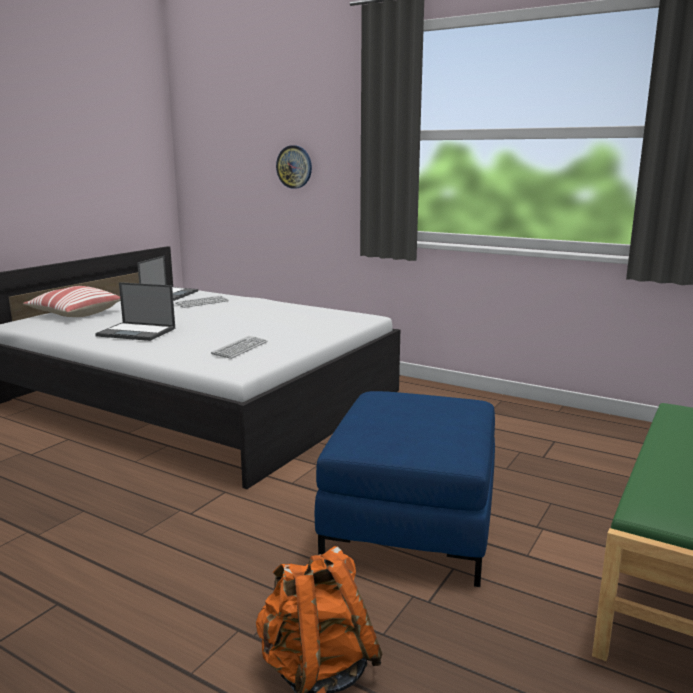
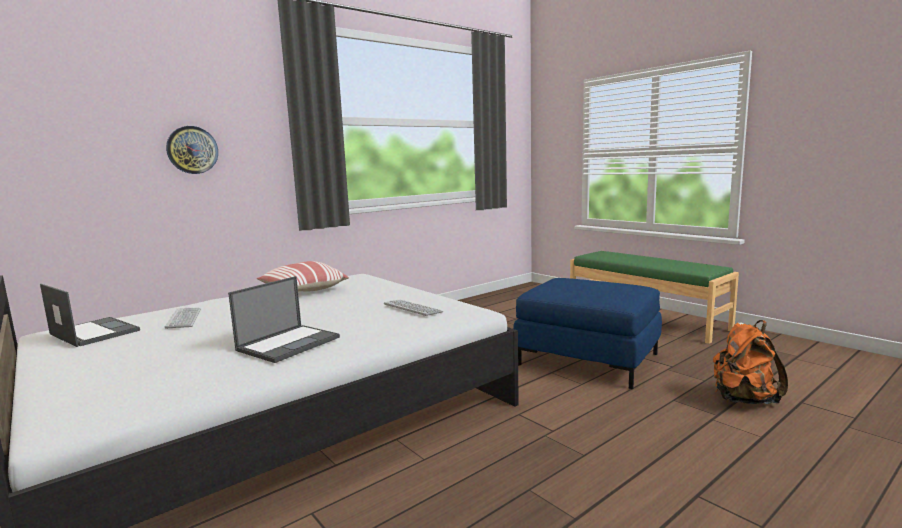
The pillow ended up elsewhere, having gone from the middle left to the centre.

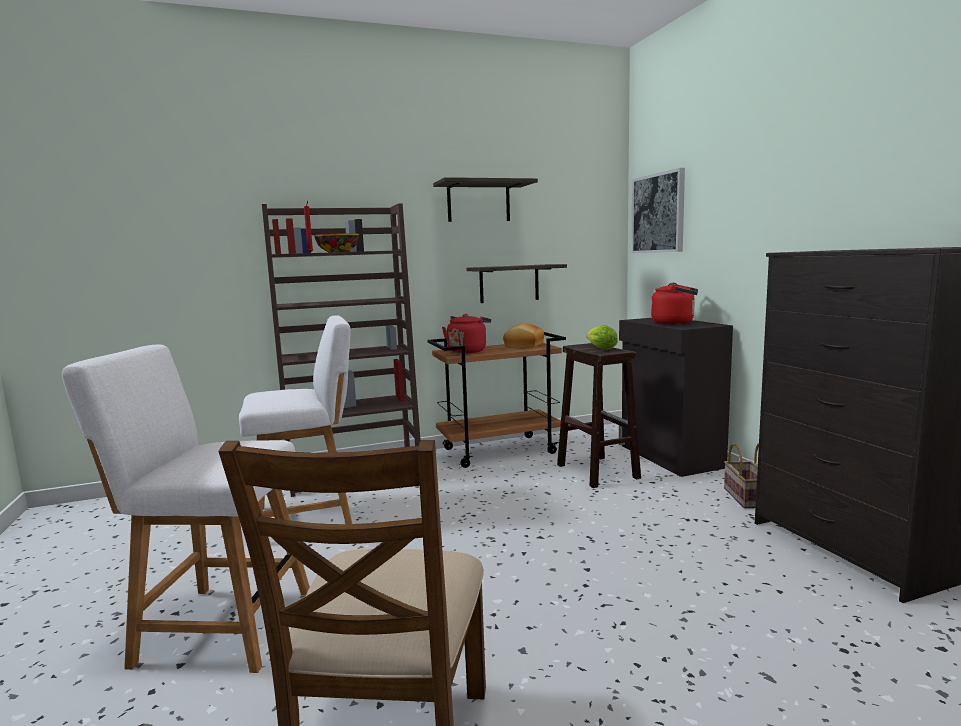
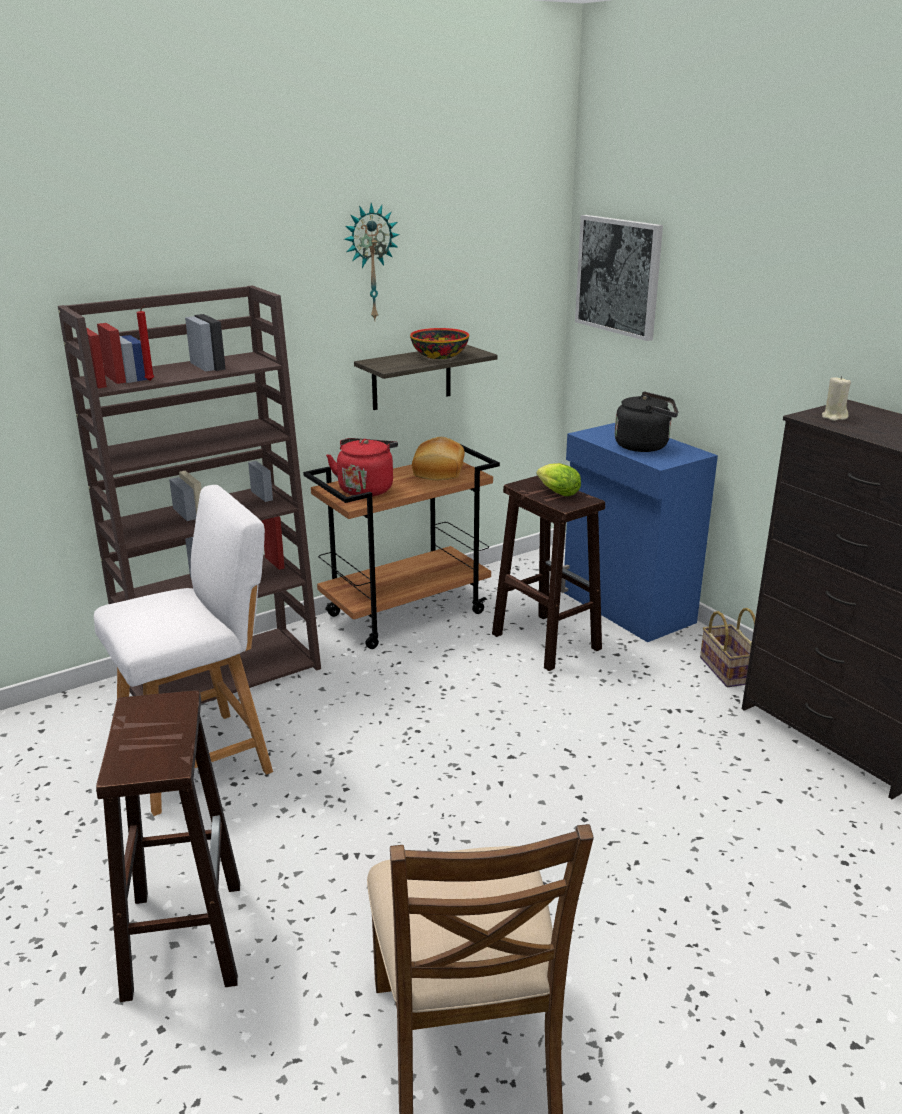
Where the chair/white (no. 1 from left) stood at the bottom left, the stool seat/brownish (no. 1 from left) came to stand at the bottom left.
Where the shelf (no. 1 from left) hung at the top centre, the hanging clock came to hang at the top centre.
The bowl ended up elsewhere, having gone from the centre to the top centre.
What was the storage cabinet/black-coloured at the middle right turned into the storage cabinet/blue-coloured at the middle right.
What was the kettle/reddish (no. 2 from left) at the middle right turned into the kettle/black-coloured at the middle right.
The second view gained the candle/beige at the middle right.

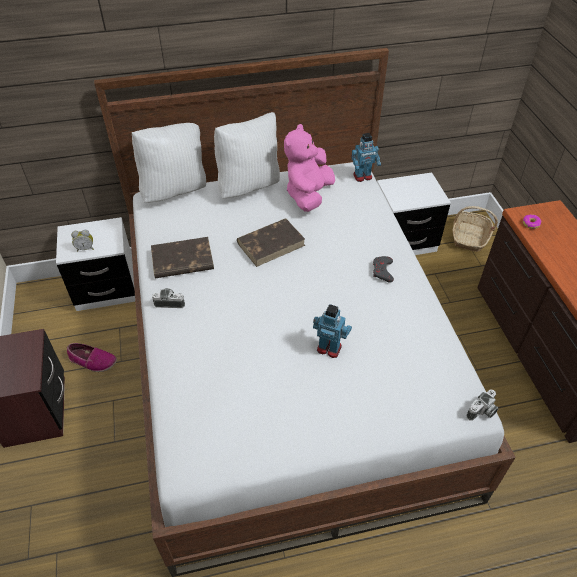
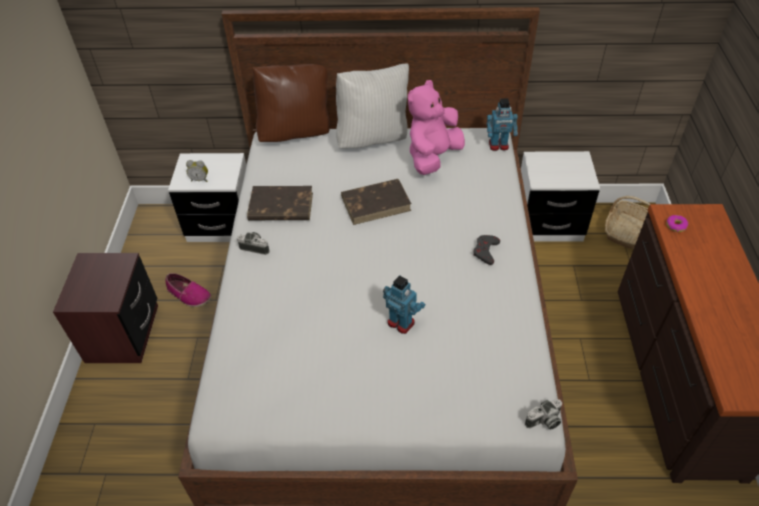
What was the pillow/white (no. 1 from left) at the top left turned into the pillow/brownish at the top centre.

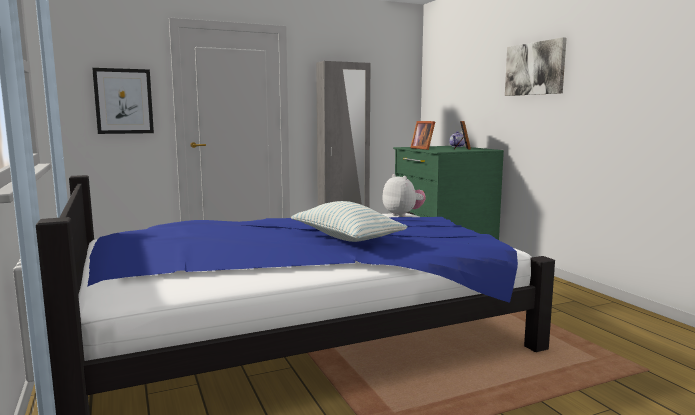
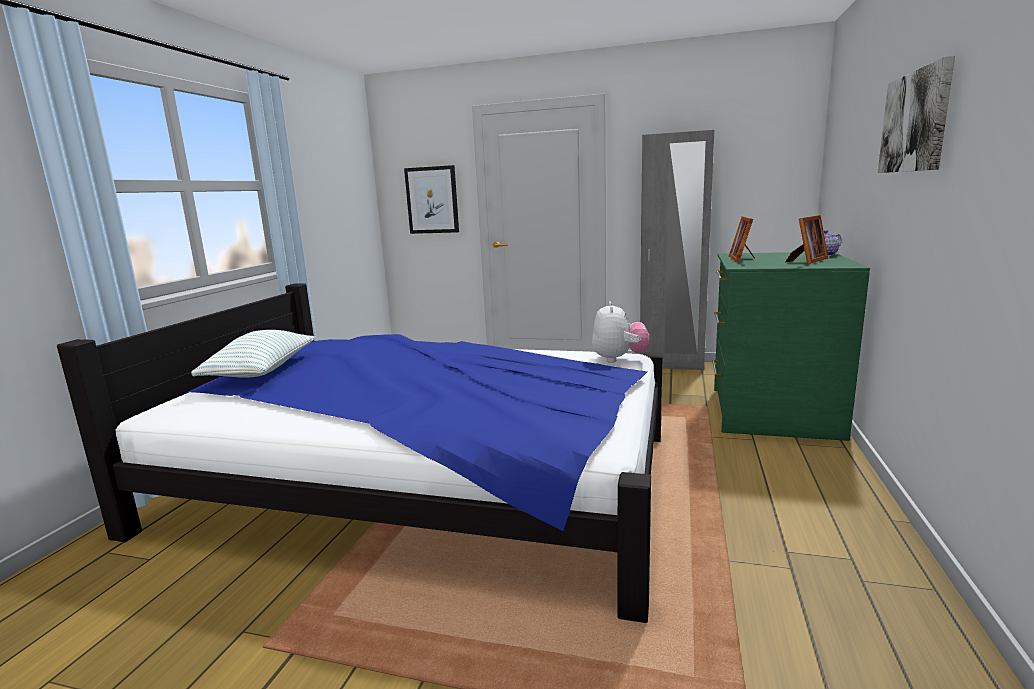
The pillow ended up elsewhere, having gone from the centre to the middle left.

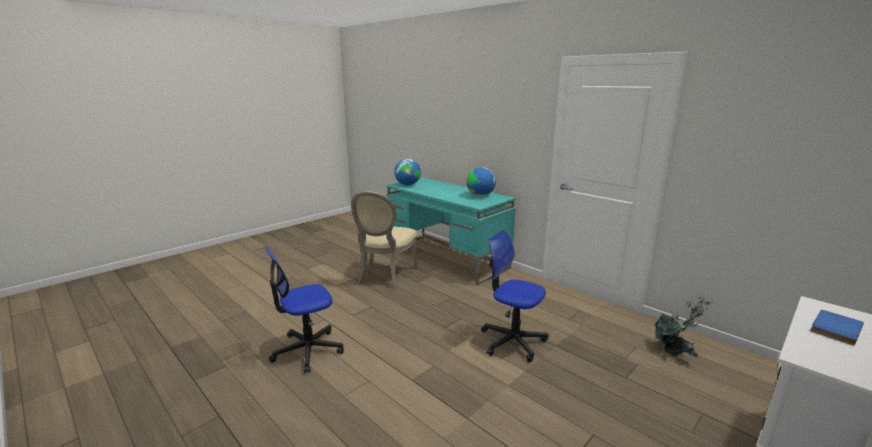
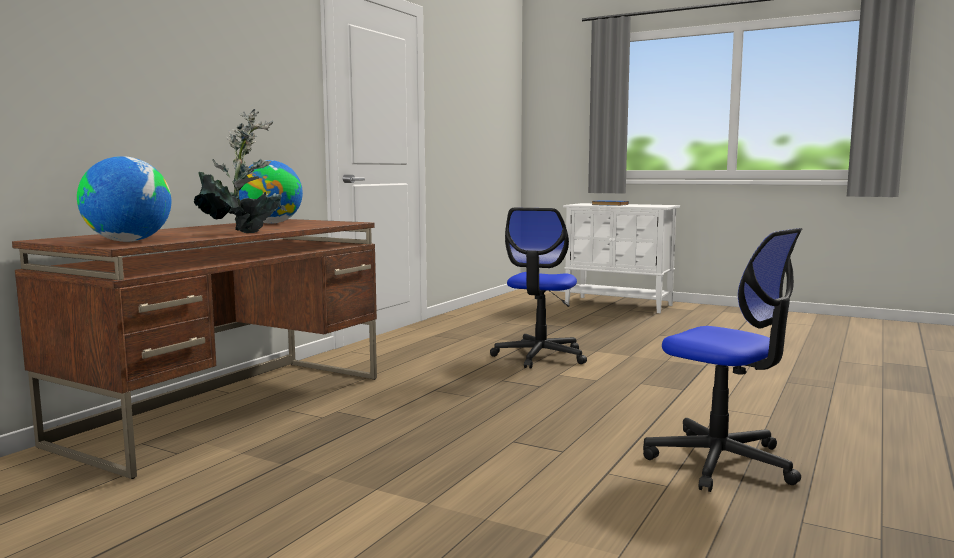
What was the desk unit/turquoise at the centre turned into the desk unit/brownish at the middle left.
The plant in a pot ended up elsewhere, having gone from the bottom right to the top left.
The second view lost the chair/beige at the centre.

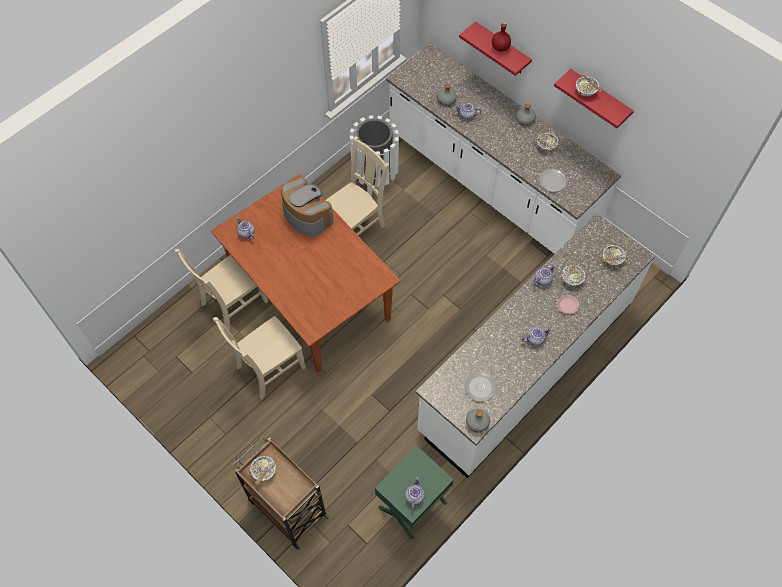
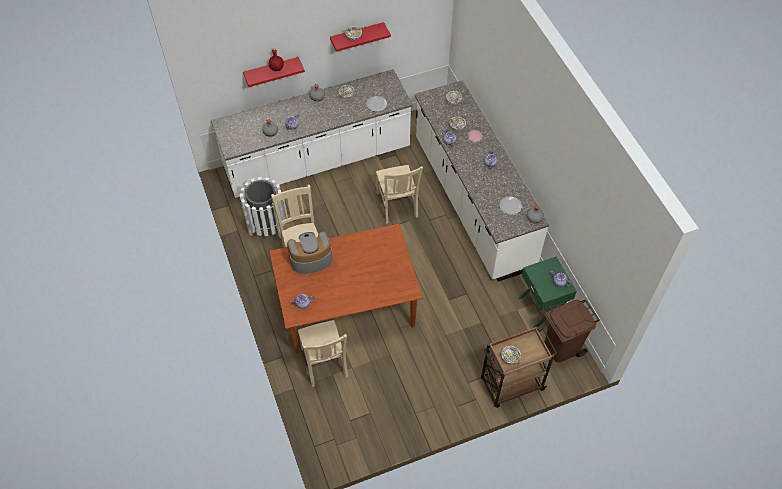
The chair/beige (no. 2 from left in the first image) ended up elsewhere, having gone from the middle left to the centre.
The second view gained the waste bin/brownish at the bottom right.

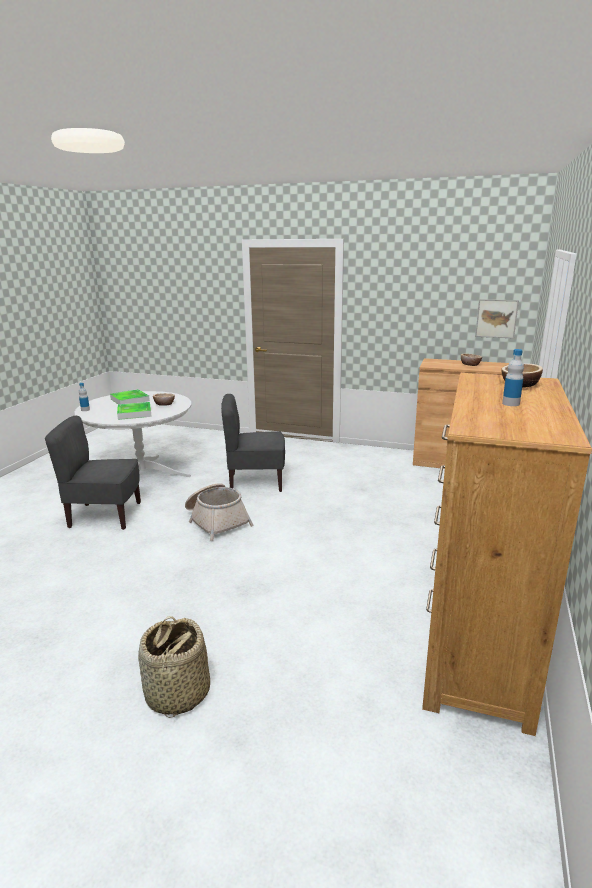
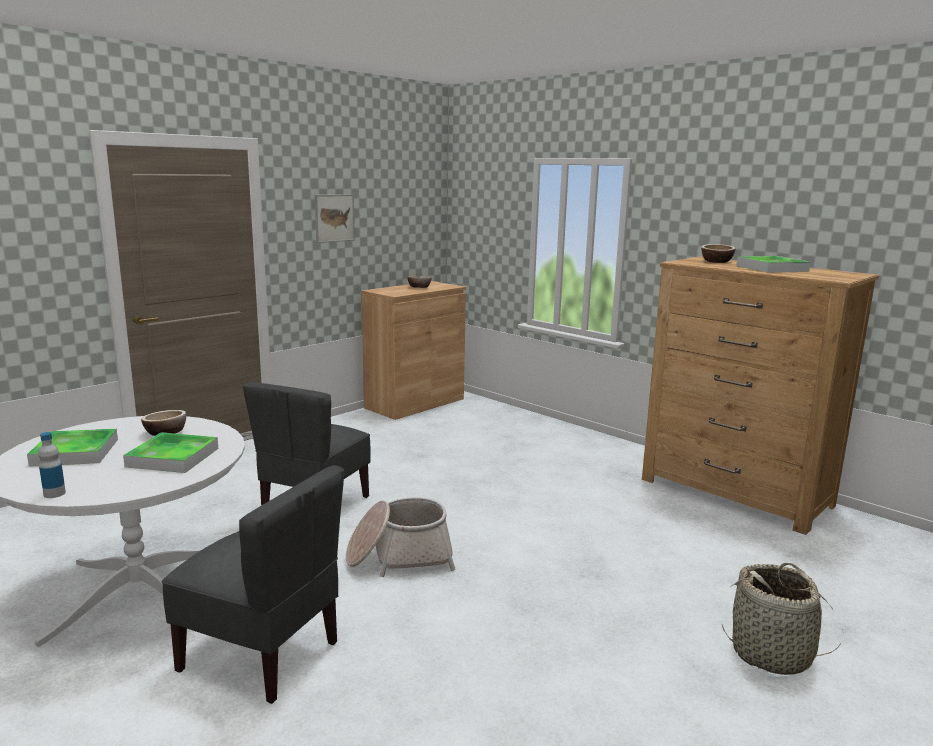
The chair/grey (no. 1 from left) at the middle left ended up facing another way, 90 degrees counterclockwise from before.
The wall picture ended up elsewhere, having gone from the middle right to the top centre.
Where the drink bottle (no. 2 from left) stood at the middle right, the tray (no. 3 from left) came to stand at the middle right.

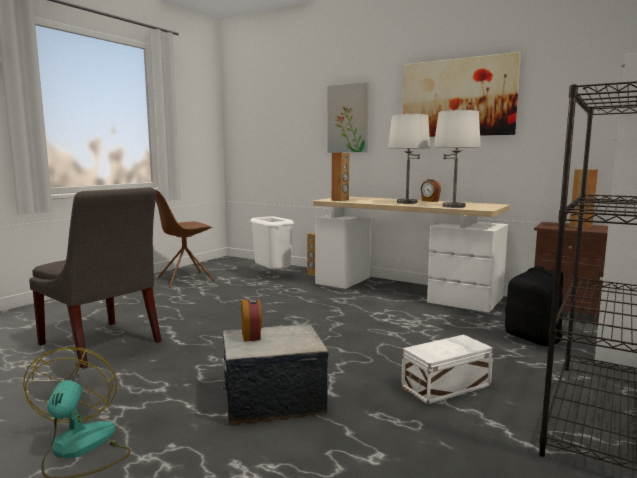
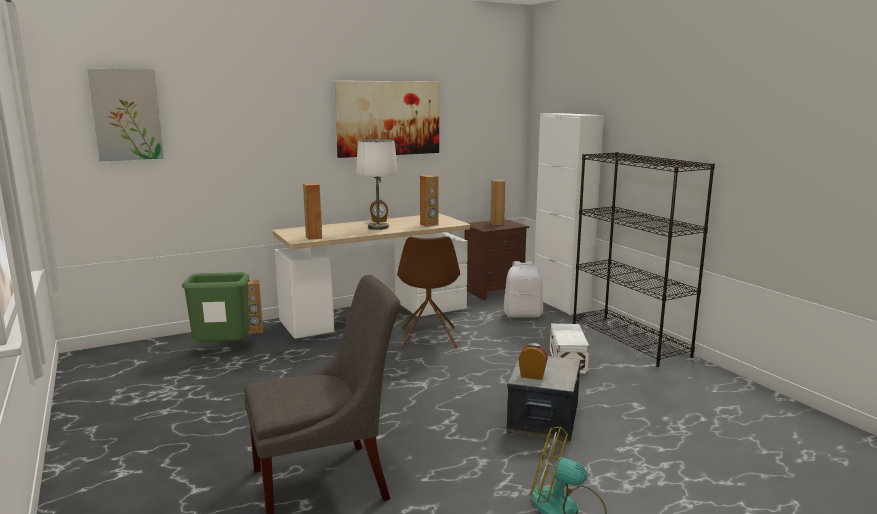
The wall picture (no. 1 from left) ended up elsewhere, having gone from the top centre to the top left.
What was the waste bin/white at the centre turned into the waste bin/green at the middle left.
The chair/brownish ended up elsewhere, having gone from the middle left to the centre.
Where the lamp for a table/white (no. 2 from left) stood at the top right, the audio speaker/brownish (no. 3 from left) came to stand at the centre.
What was the rucksack/black-coloured at the middle right turned into the rucksack/white at the centre.

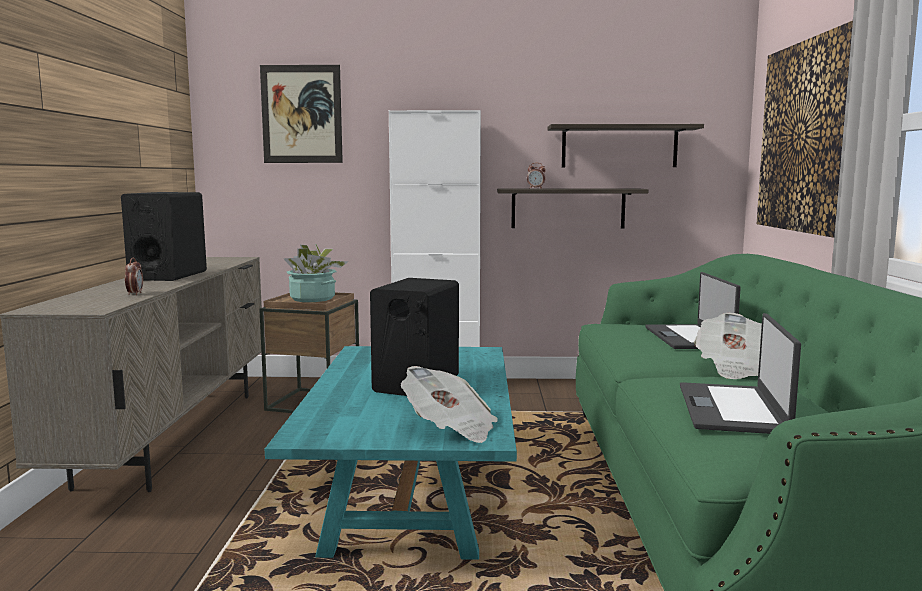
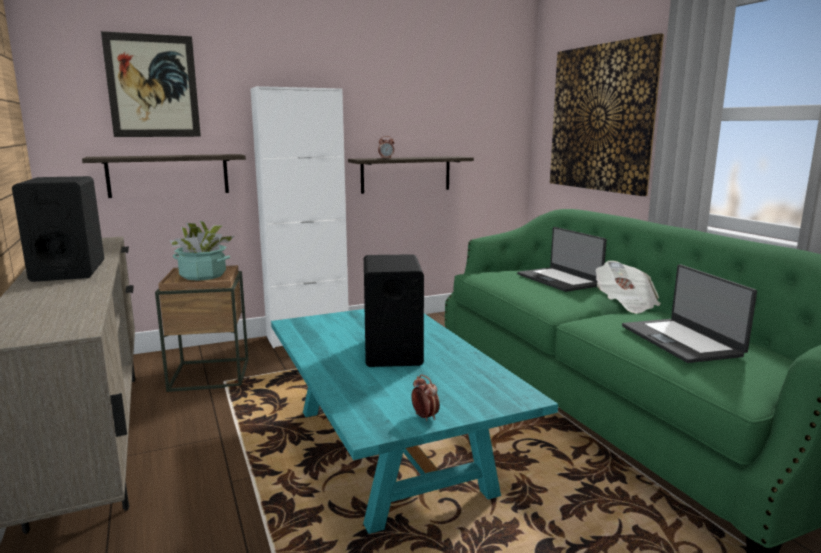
The shelf (no. 2 from left in the first image) ended up elsewhere, having gone from the top right to the top left.
The bedside clock (no. 1 from left in the first image) ended up elsewhere, having gone from the middle left to the bottom centre.
The second view lost the printed paper (no. 1 from left) at the bottom centre.

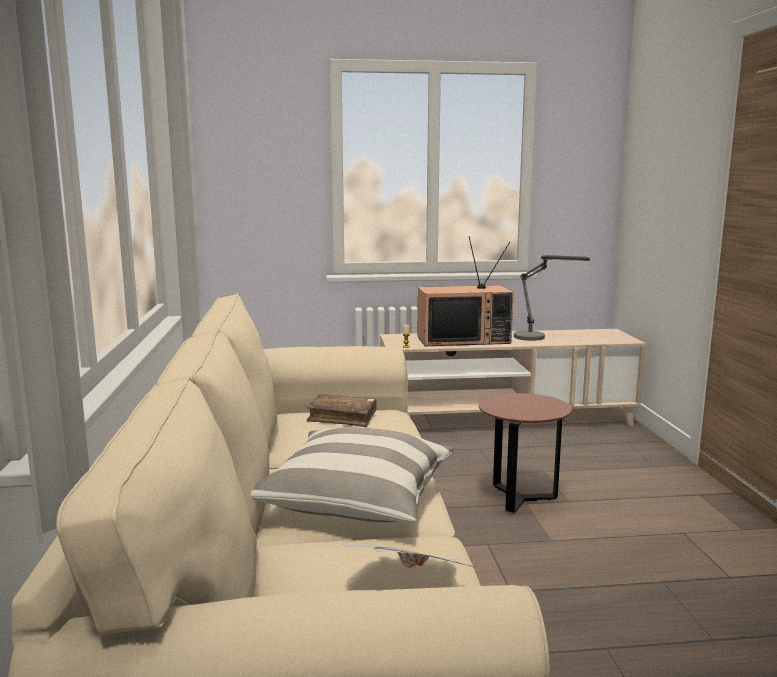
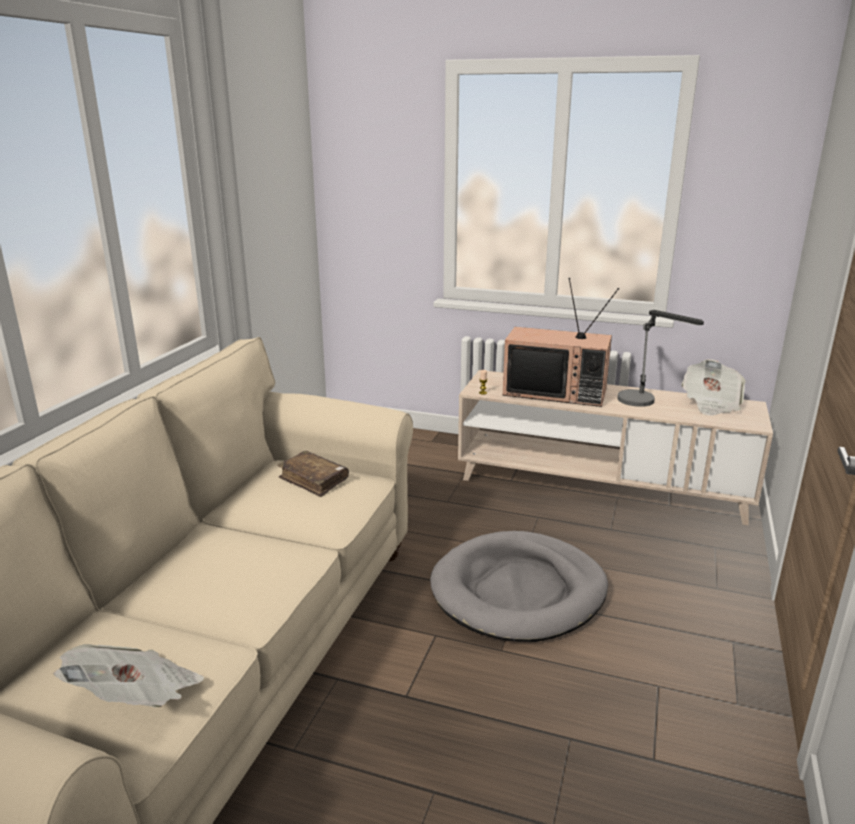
Where the accent table/brownish stood at the bottom right, the dog bed/grey came to stand at the bottom centre.
The second view gained the printed paper (no. 2 from left) at the middle right.
The second view lost the pillow at the bottom centre.

